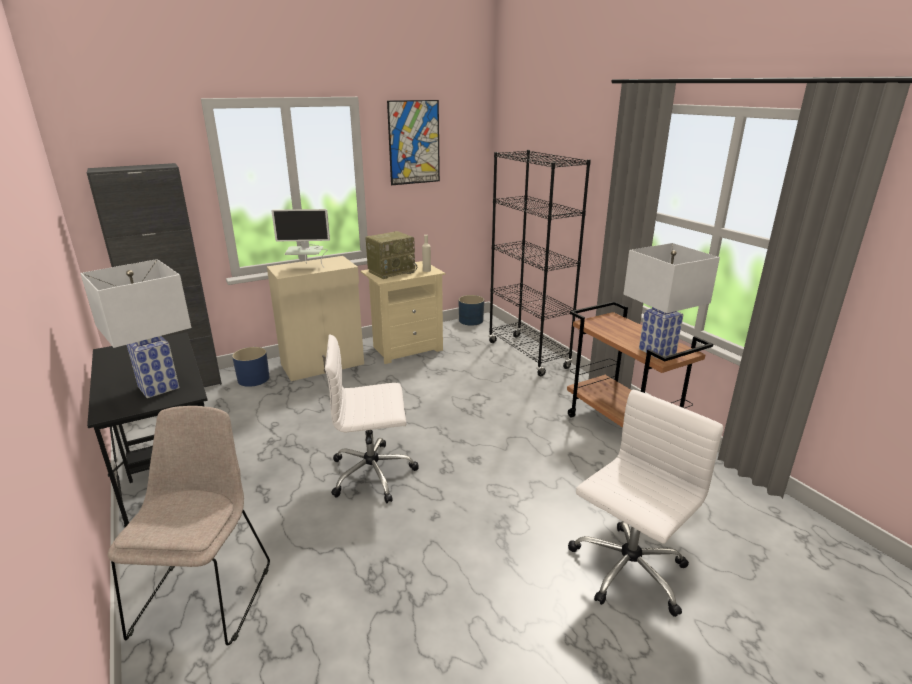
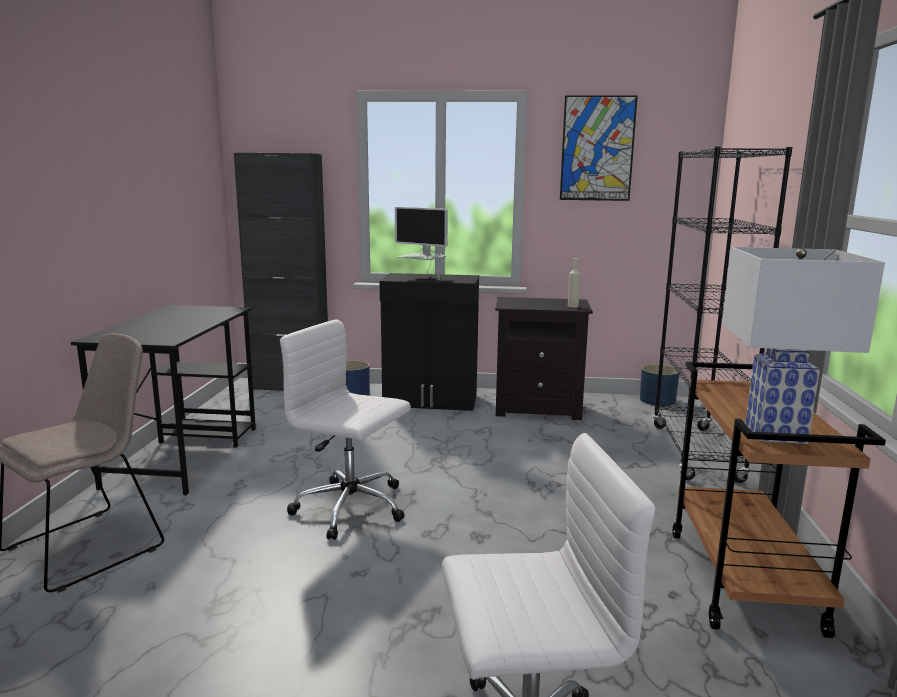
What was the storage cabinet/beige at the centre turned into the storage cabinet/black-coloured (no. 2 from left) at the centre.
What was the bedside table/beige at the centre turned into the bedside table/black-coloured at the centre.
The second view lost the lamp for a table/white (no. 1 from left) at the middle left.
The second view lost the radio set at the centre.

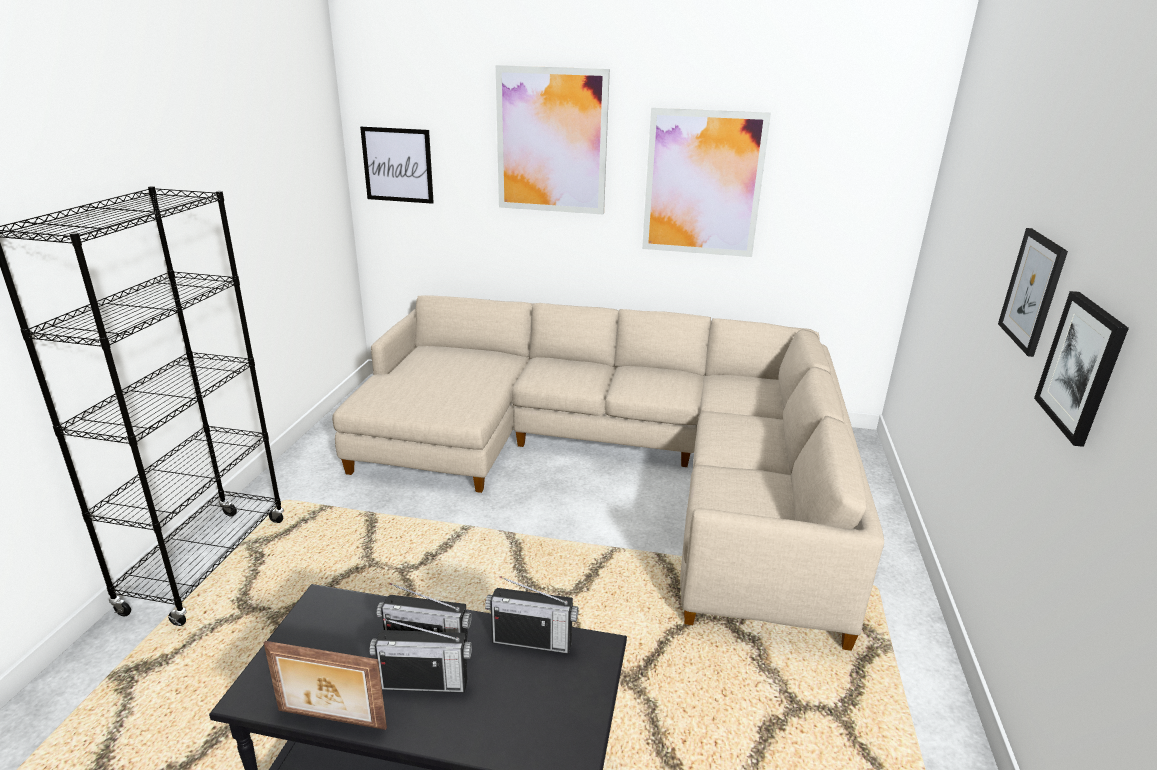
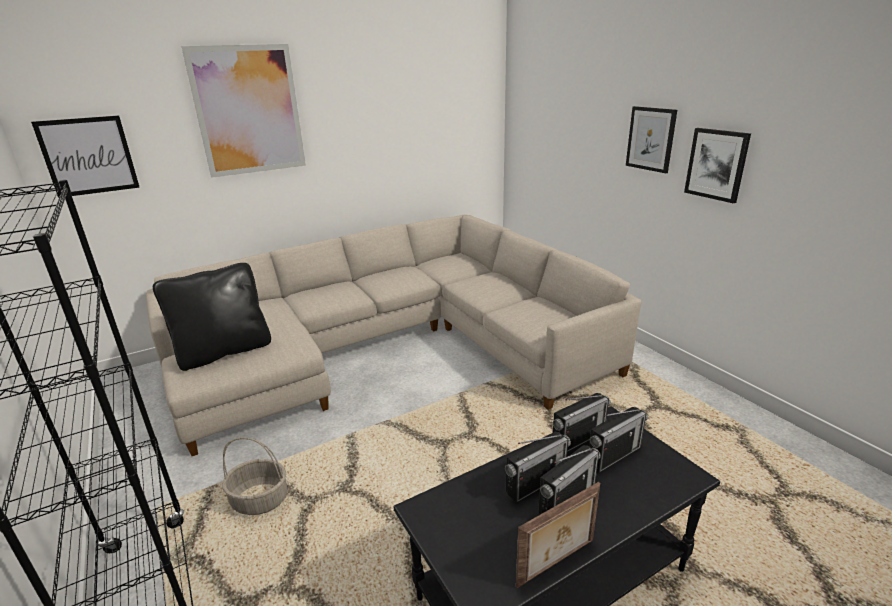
The second view gained the pillow/black-coloured at the middle left.
The second view gained the basket at the bottom left.
The second view gained the radio set (no. 4 from left) at the bottom right.
The second view lost the wall picture (no. 3 from left) at the top centre.

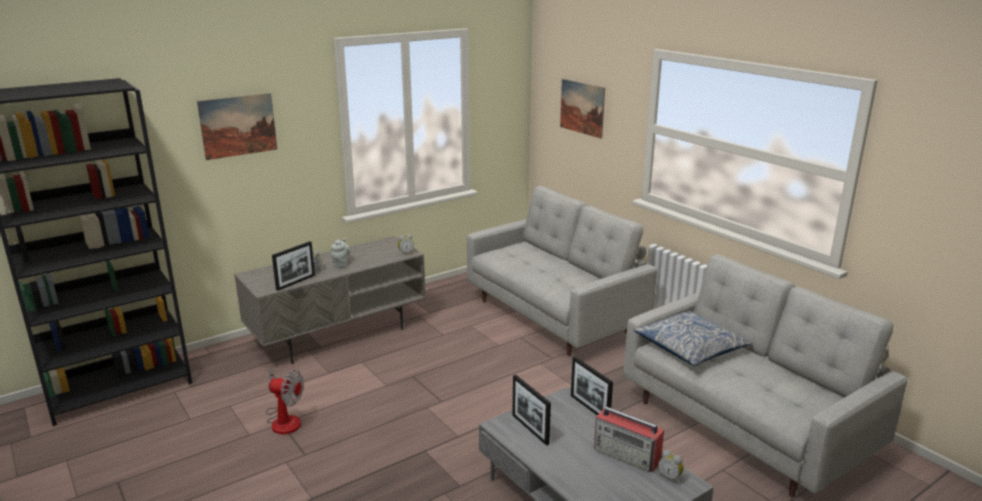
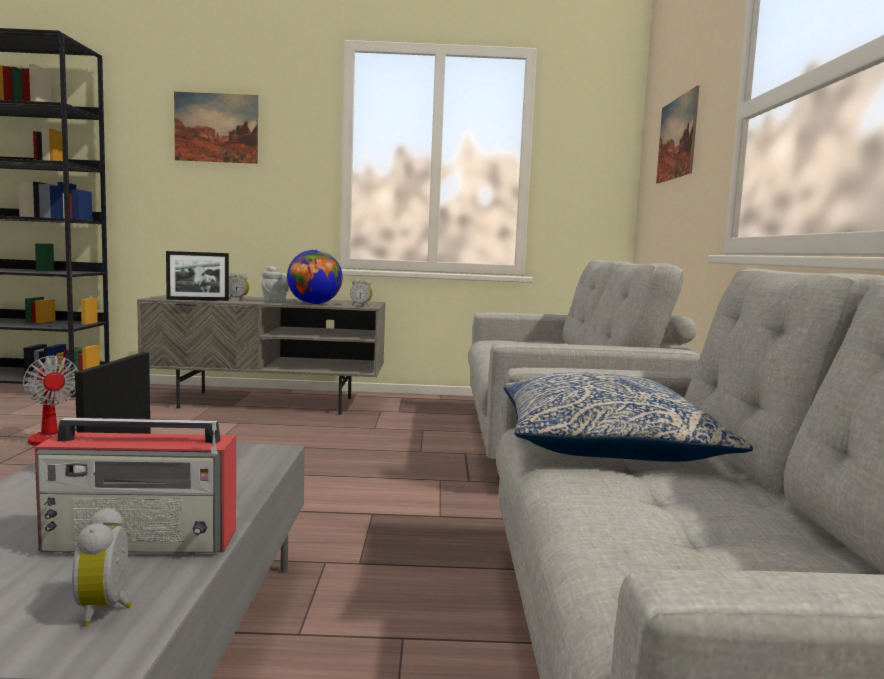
The radio set at the bottom centre ended up facing another way, 75 degrees counterclockwise from before.
The second view gained the globe at the centre.
The second view lost the photo frame (no. 3 from left) at the bottom centre.

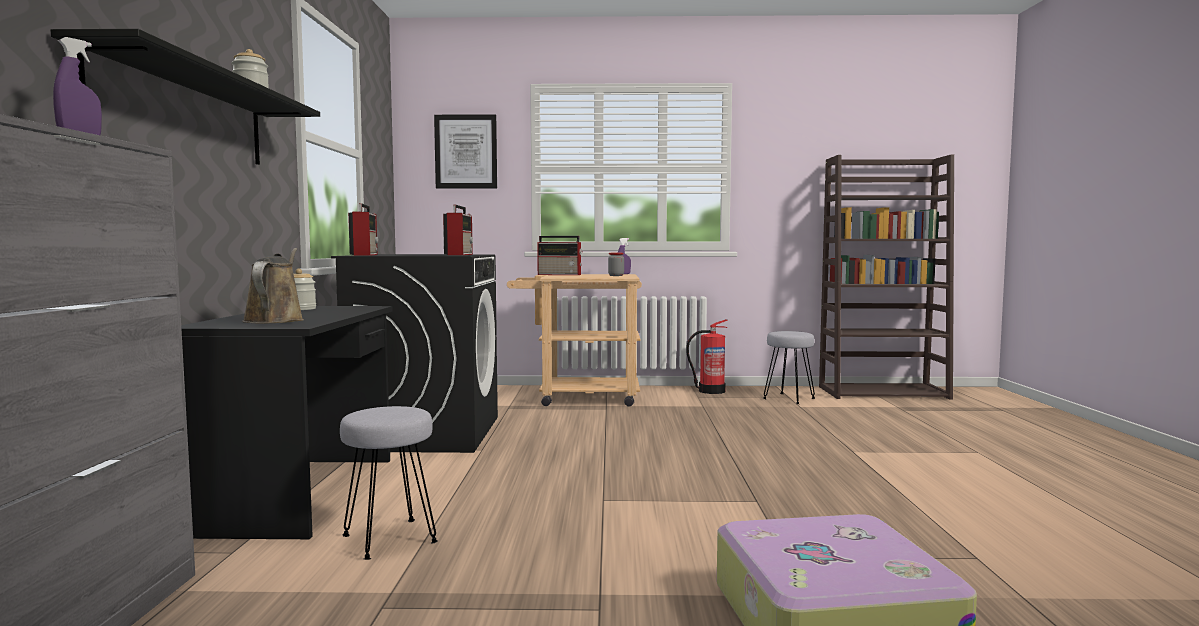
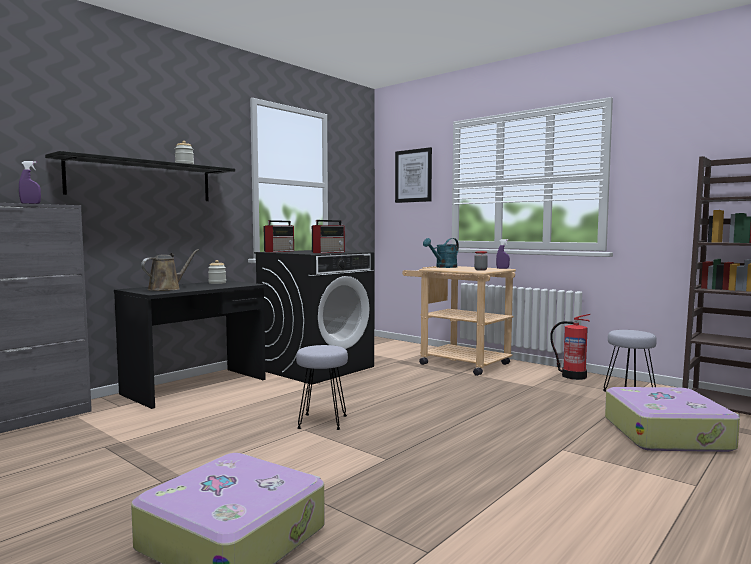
The stool seat/grey (no. 1 from left) ended up elsewhere, having gone from the bottom left to the bottom centre.
Where the radio set (no. 3 from left) stood at the centre, the watering can/turquoise came to stand at the centre.
The second view gained the suitcase (no. 2 from left) at the bottom right.

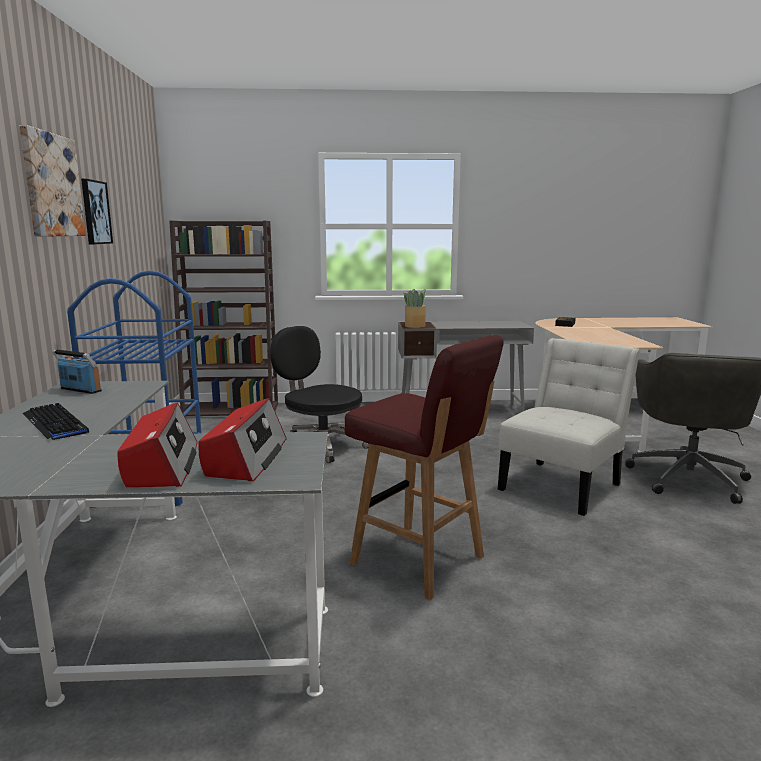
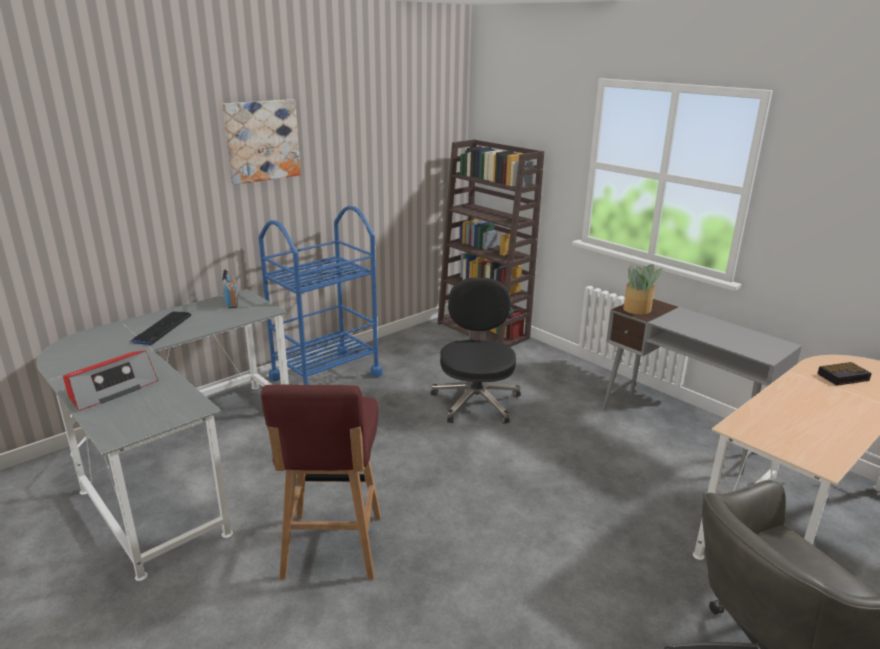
The second view lost the wall picture (no. 2 from left) at the top left.
The second view lost the radio set (no. 3 from left) at the middle left.
The second view lost the chair/white at the middle right.

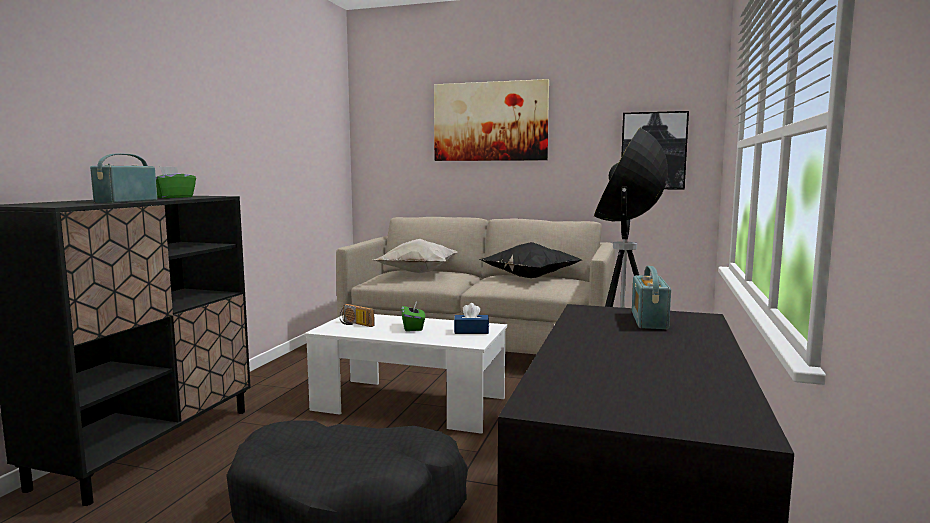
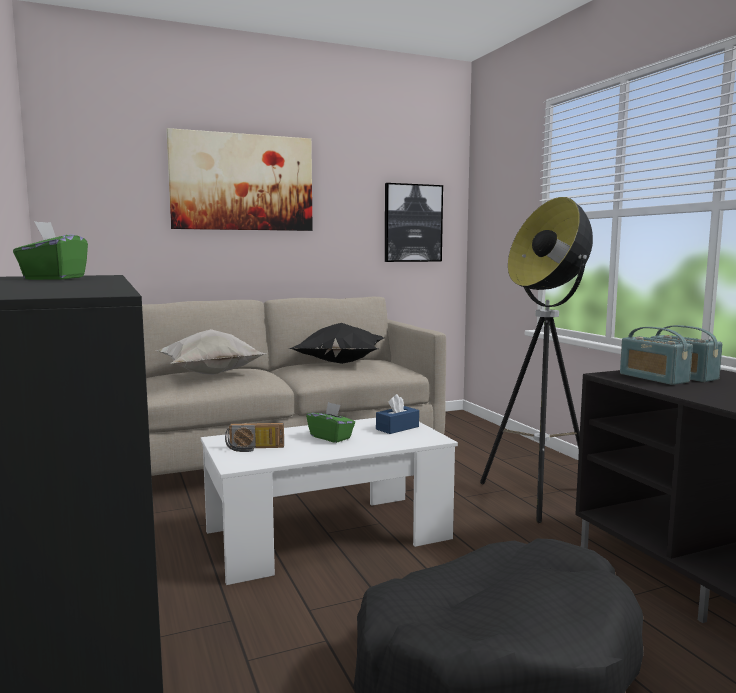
The radio set (no. 1 from left in the first image) ended up elsewhere, having gone from the middle left to the middle right.

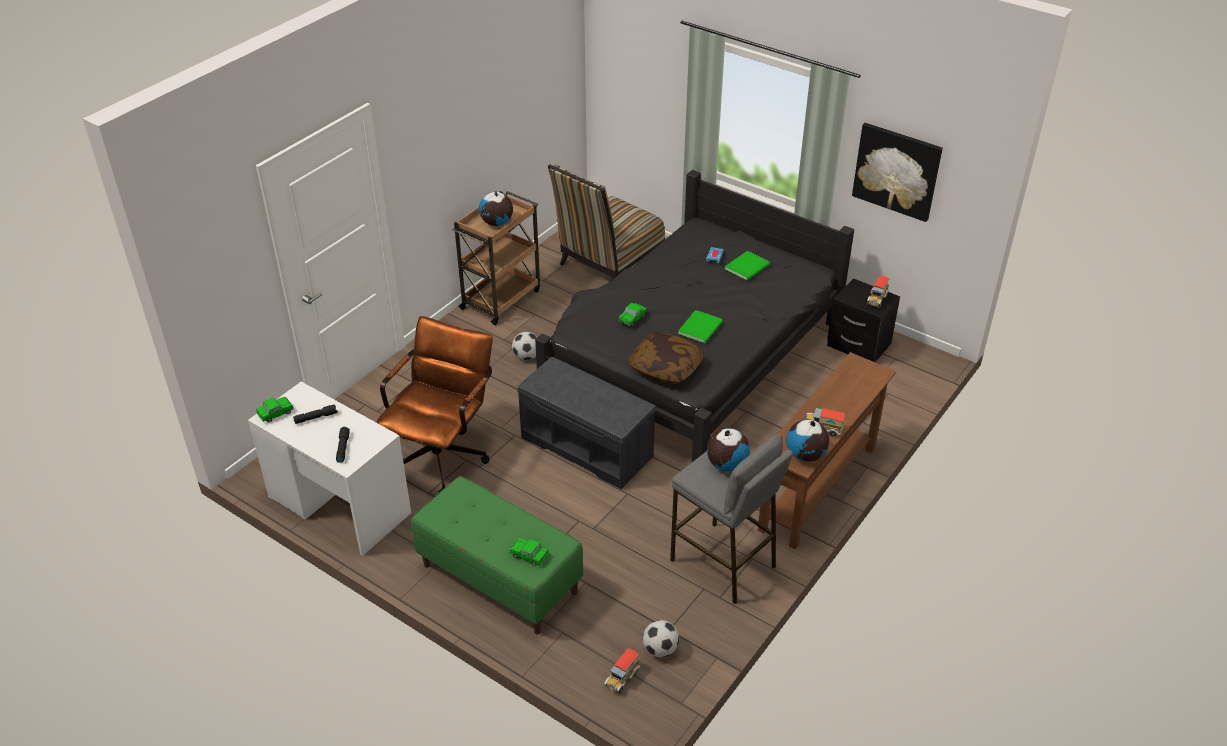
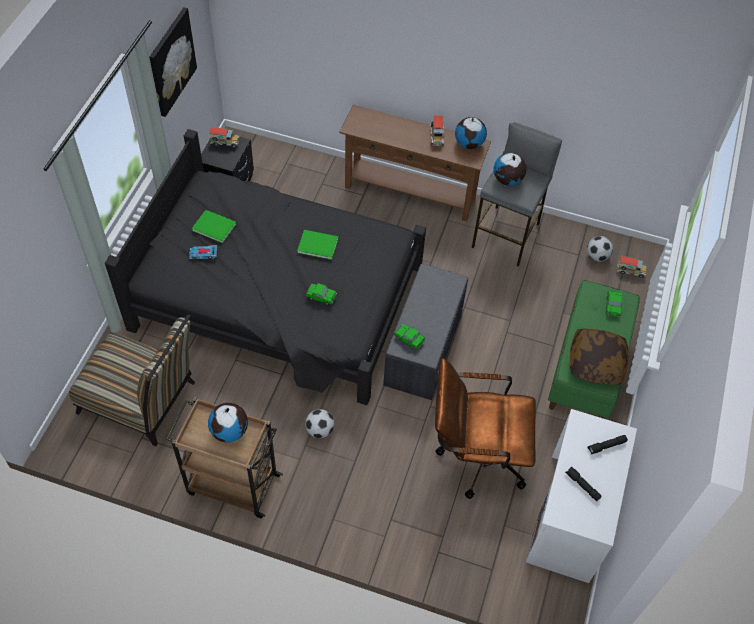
The miniature car (no. 1 from left in the first image) ended up elsewhere, having gone from the middle left to the centre.
The pillow ended up elsewhere, having gone from the centre to the middle right.

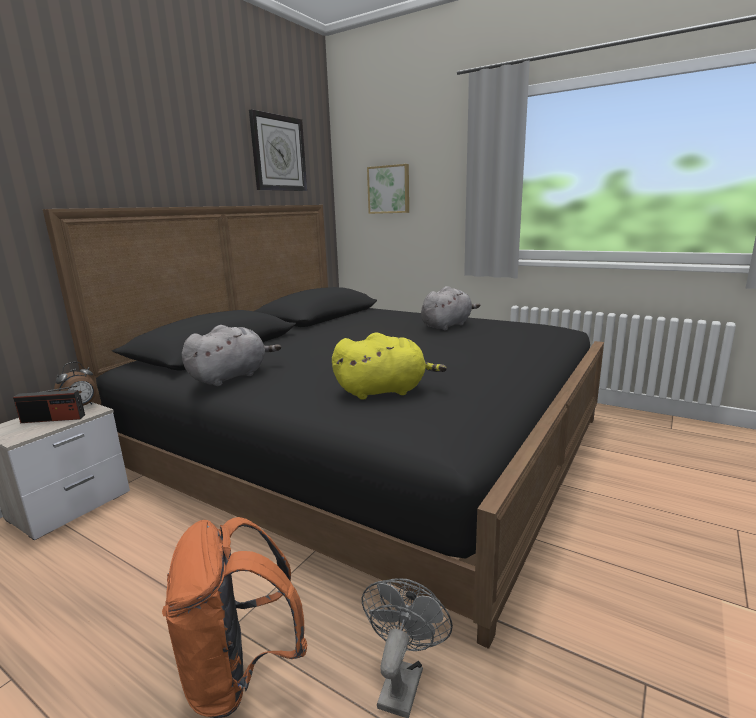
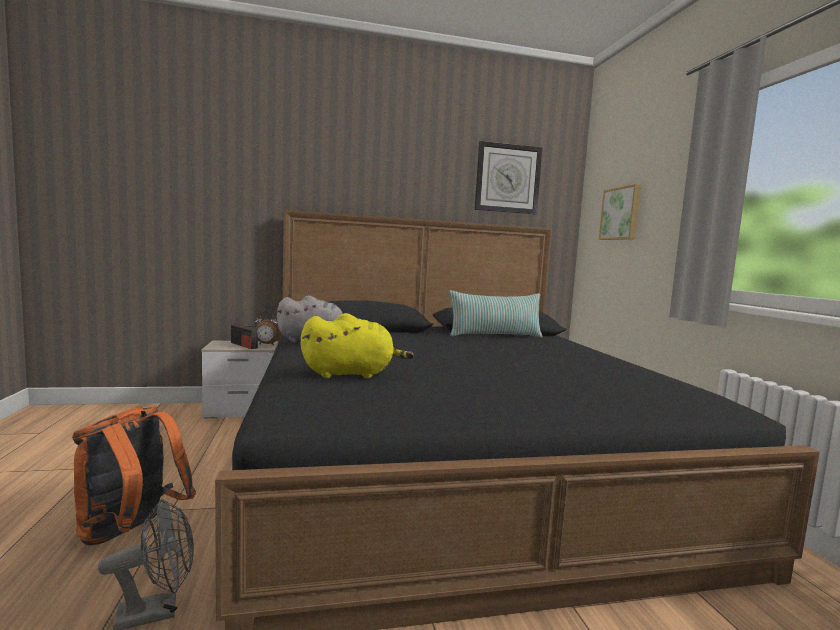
The plush toy/yellow-coloured at the centre ended up facing another way, 45 degrees counterclockwise from before.
The second view gained the pillow at the centre.
The second view lost the plush toy/grey (no. 2 from left) at the centre.

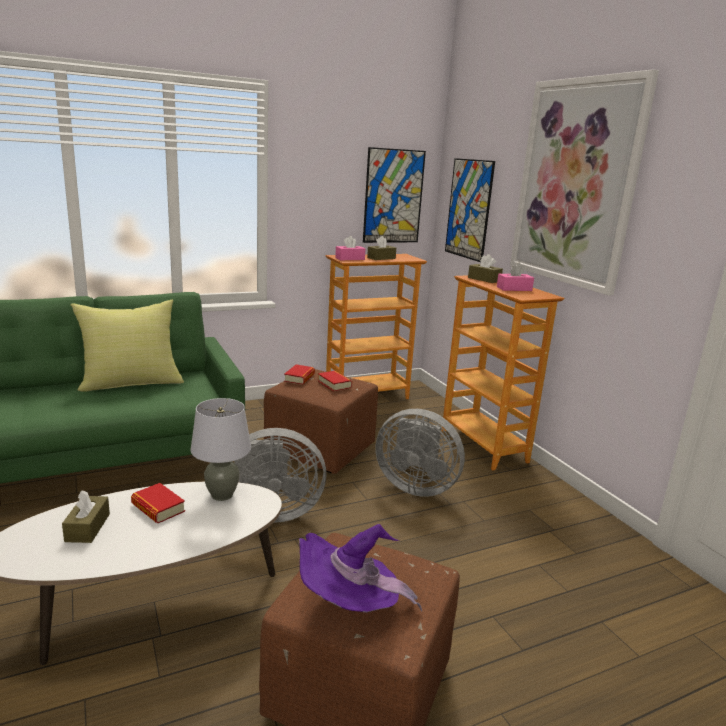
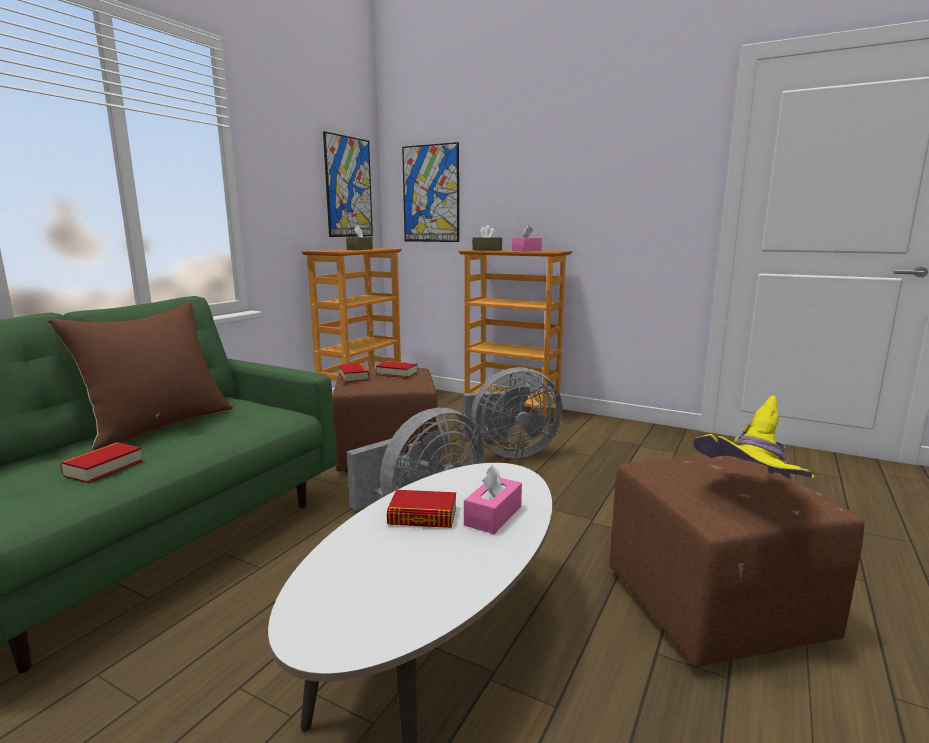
What was the pillow/yellow-coloured at the middle left turned into the pillow/brownish at the middle left.
The second view gained the bound book (no. 1 from left) at the middle left.
The tissue box/pink-coloured (no. 1 from left) ended up elsewhere, having gone from the centre to the bottom centre.
What was the hat/purple at the bottom centre turned into the hat/yellow-coloured at the middle right.
The second view lost the tissue box/brownish (no. 1 from left) at the bottom left.
The second view lost the lamp for a table/grey at the middle left.
The second view lost the wall picture (no. 3 from left) at the top right.

